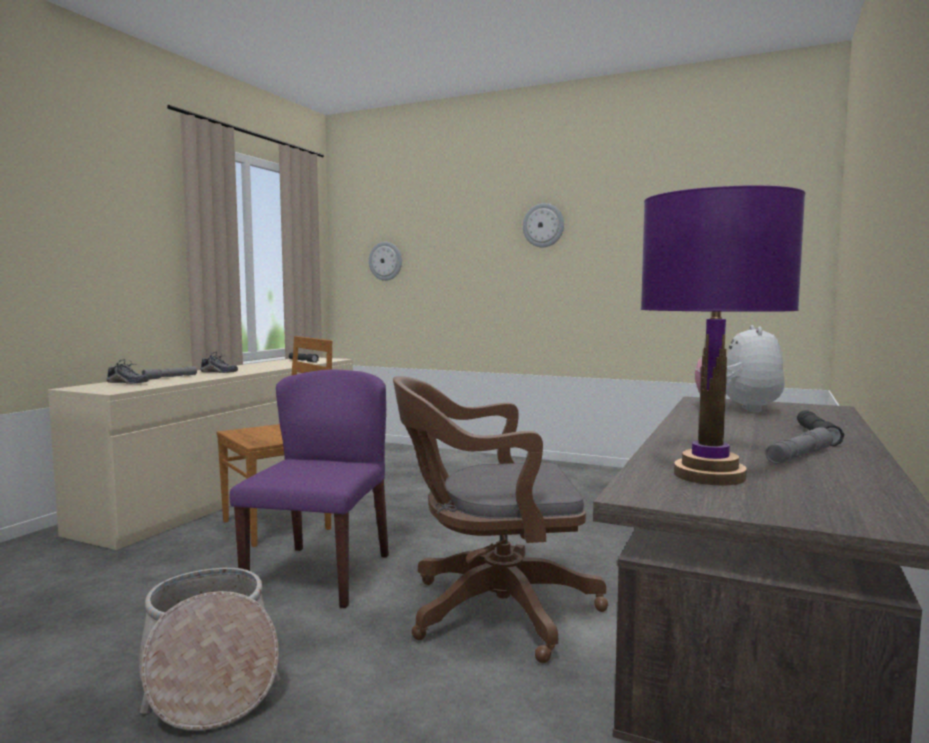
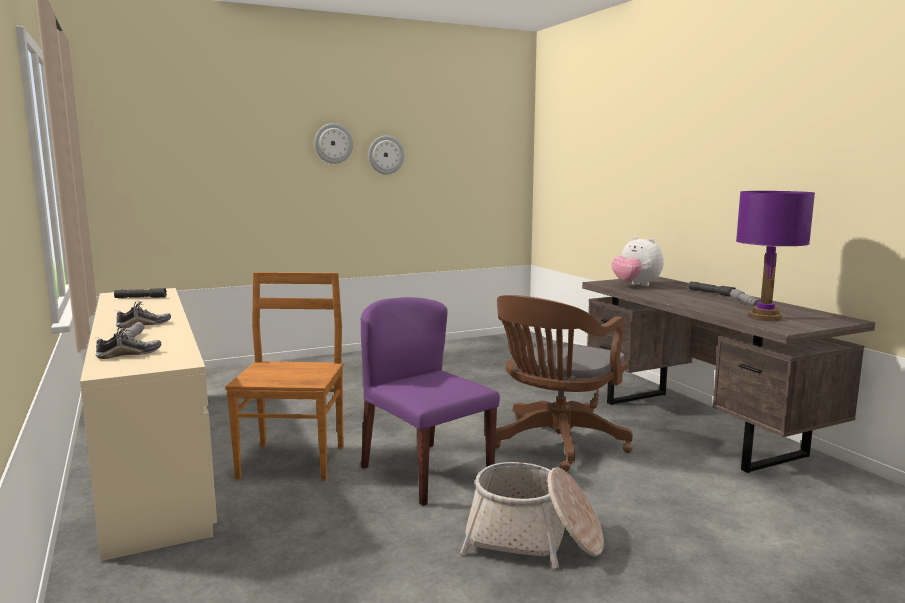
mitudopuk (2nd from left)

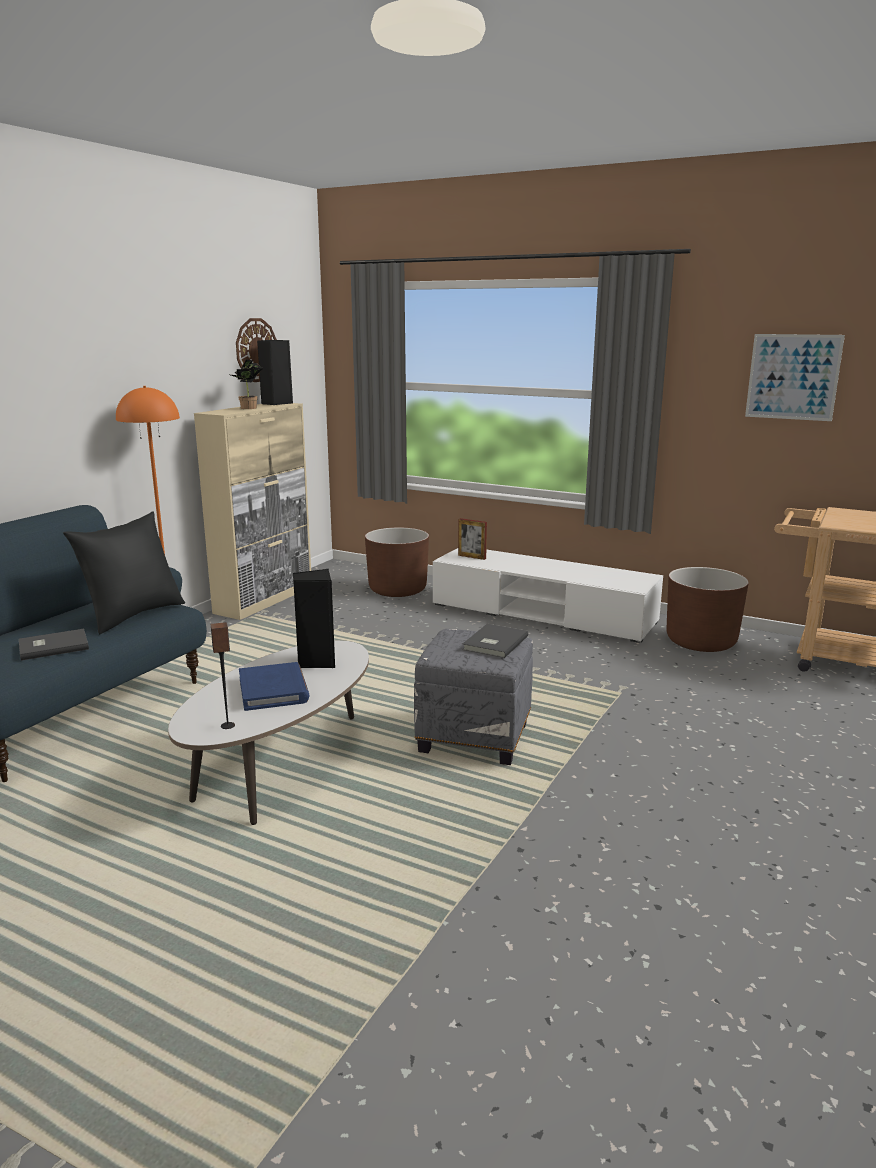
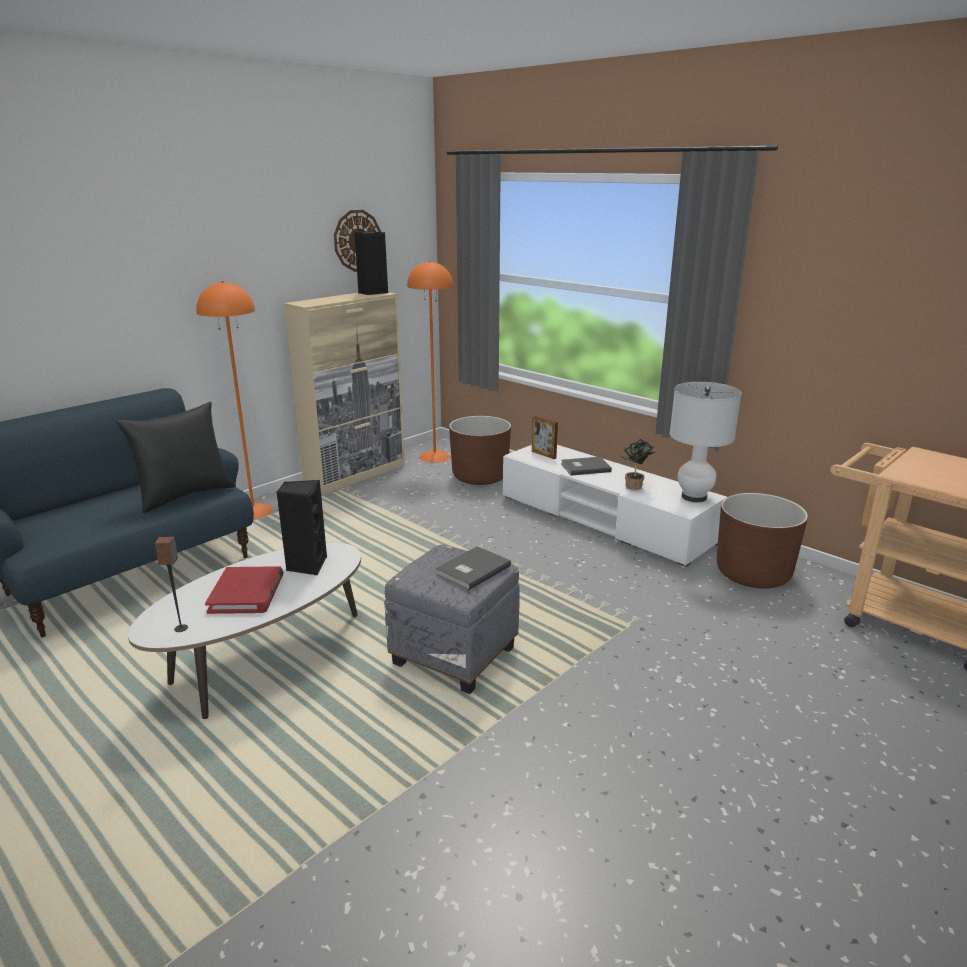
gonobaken; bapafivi; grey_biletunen (2nd from left); red_biletunen; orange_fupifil (2nd from left); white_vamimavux

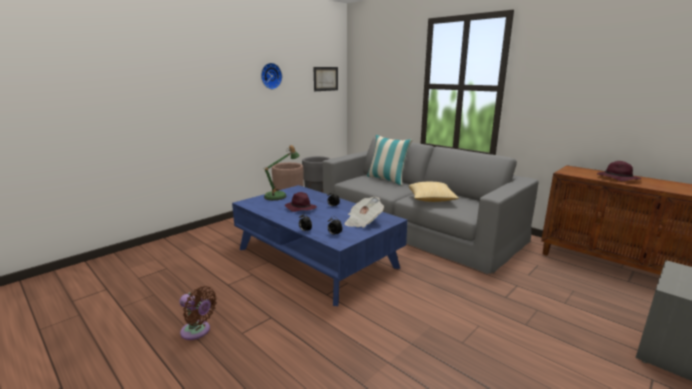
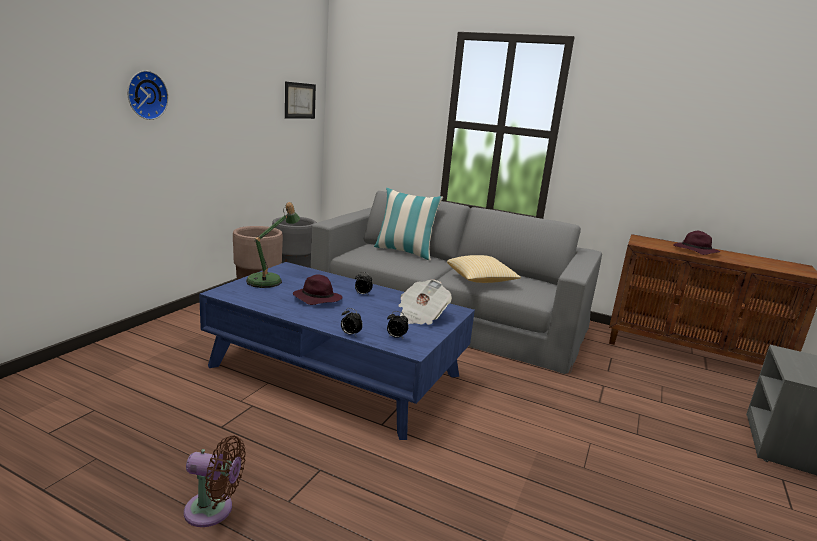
mitudopuk

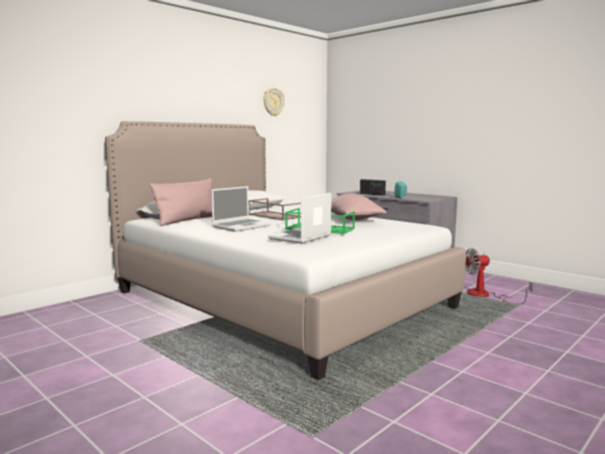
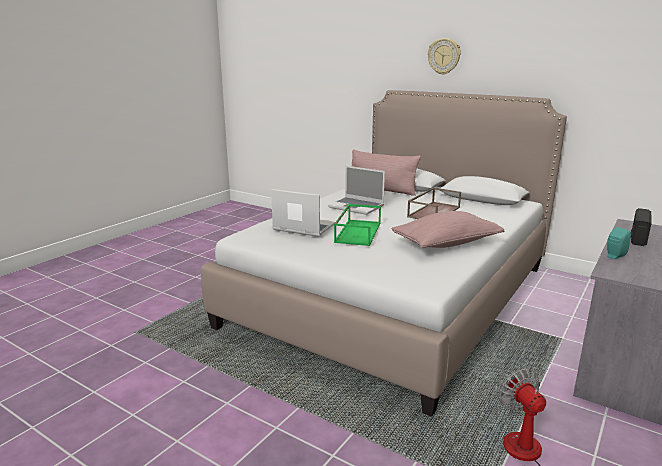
mitudopuk

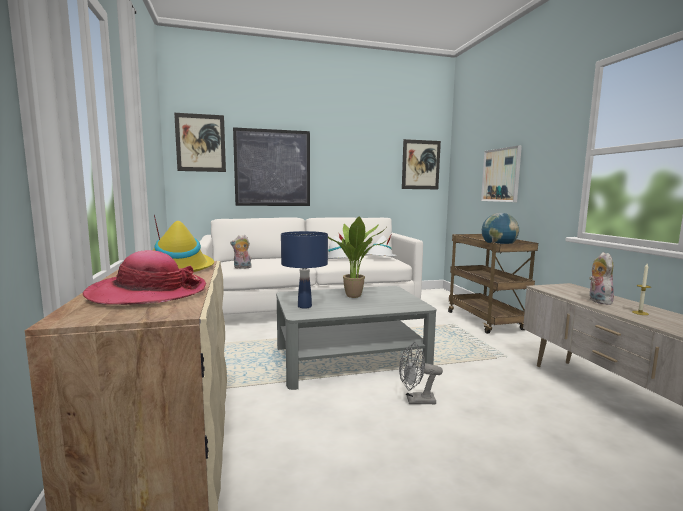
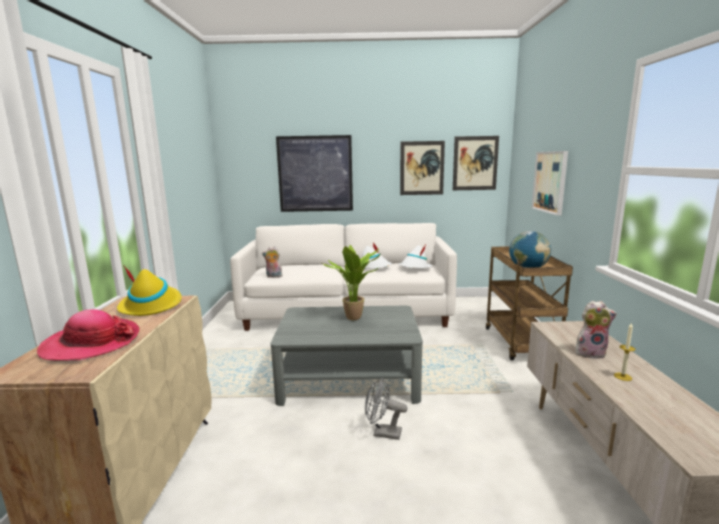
gonobaken (2nd from left); blue_vamimavux; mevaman (2nd from left)

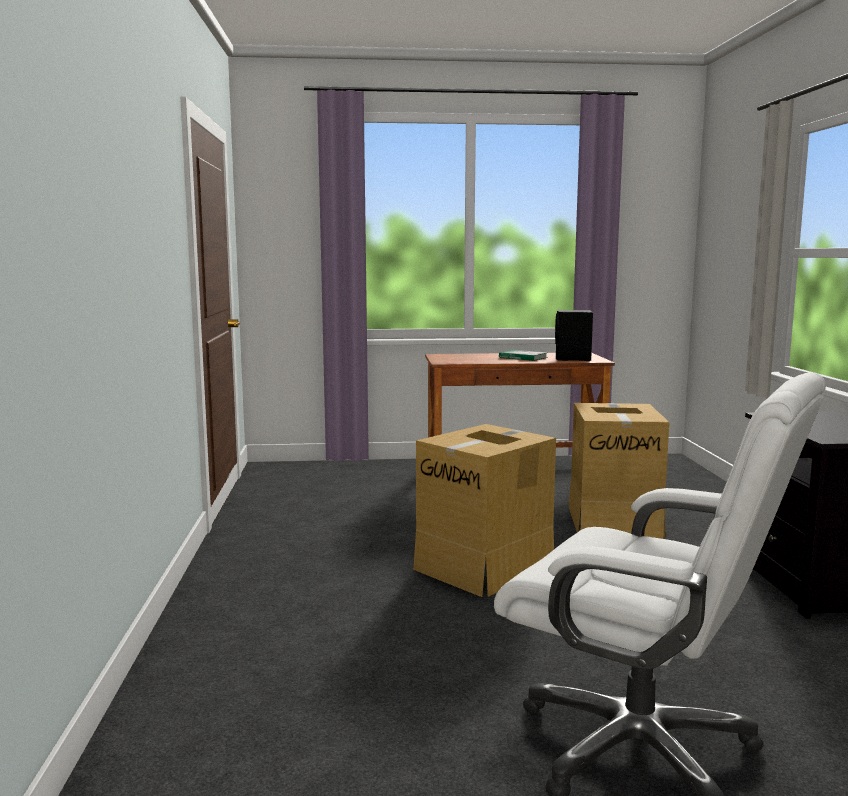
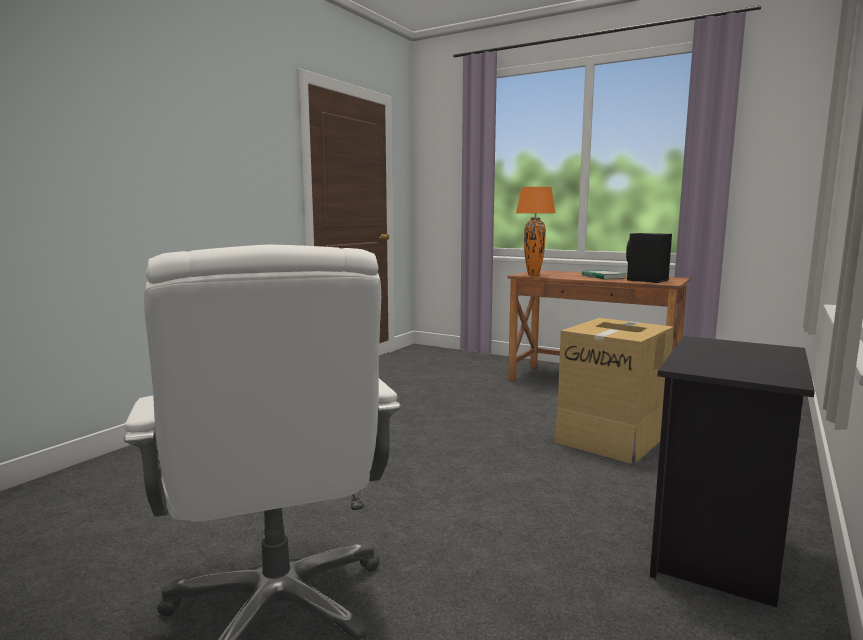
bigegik (1st from left in the first image); orange_vamimavux

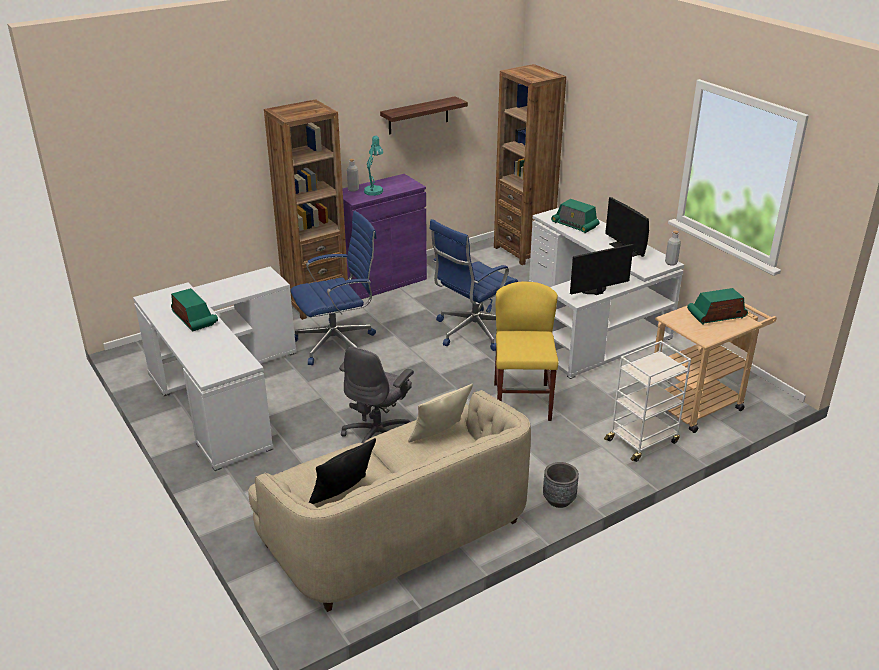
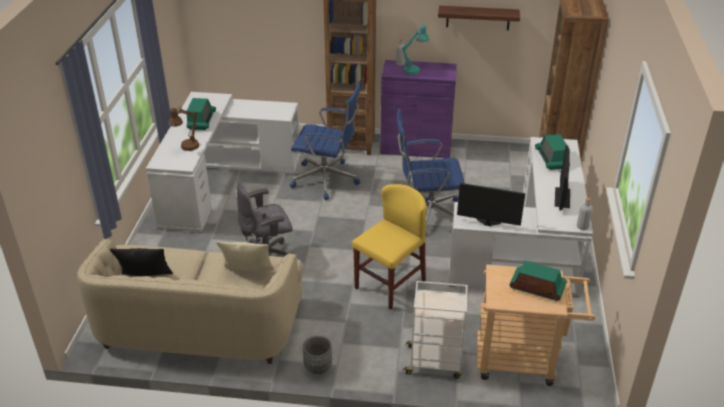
brown_vamimavux

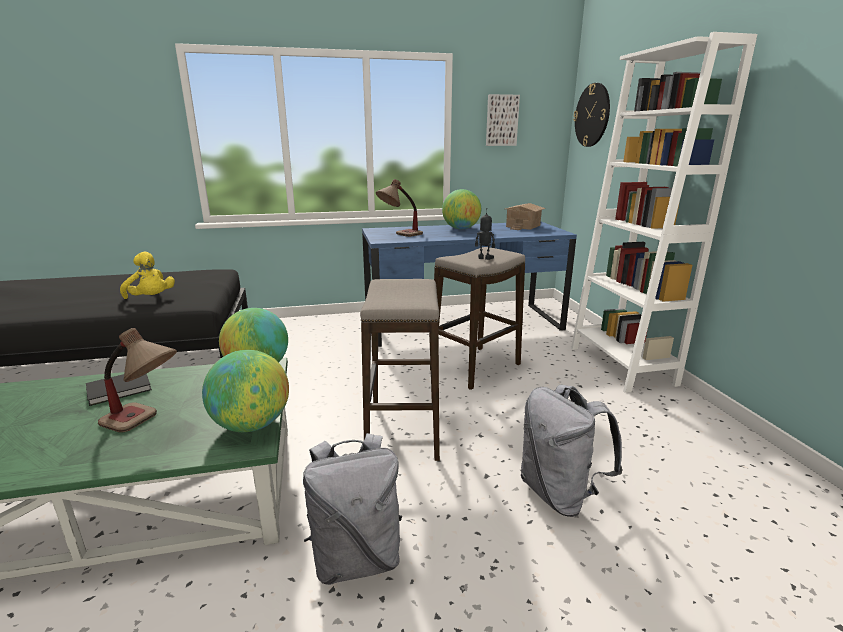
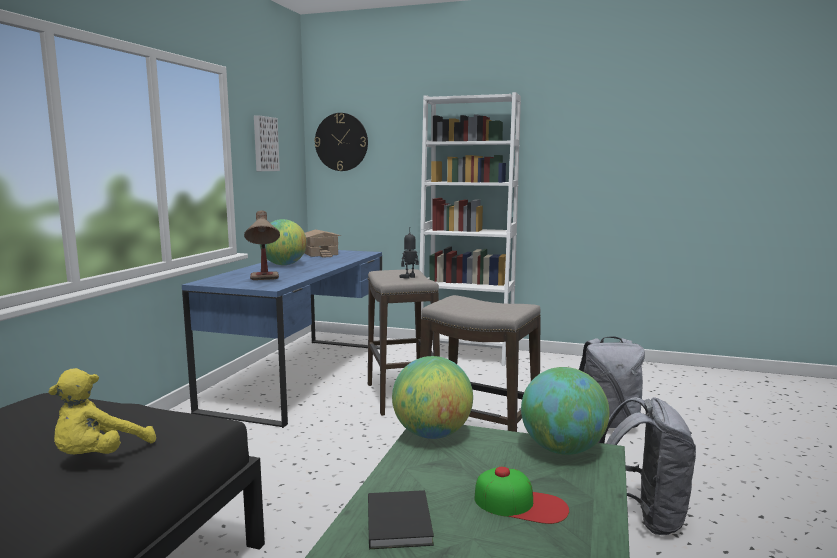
yellow_mevaman; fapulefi

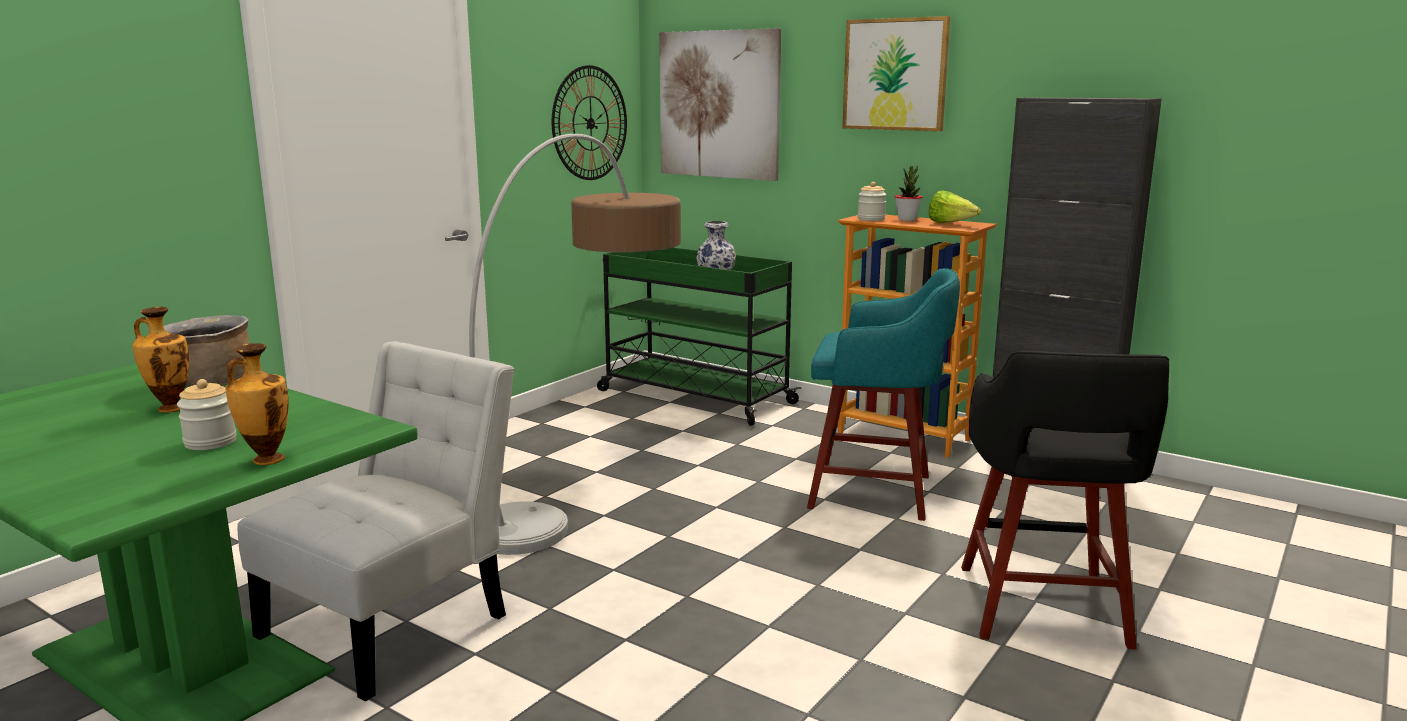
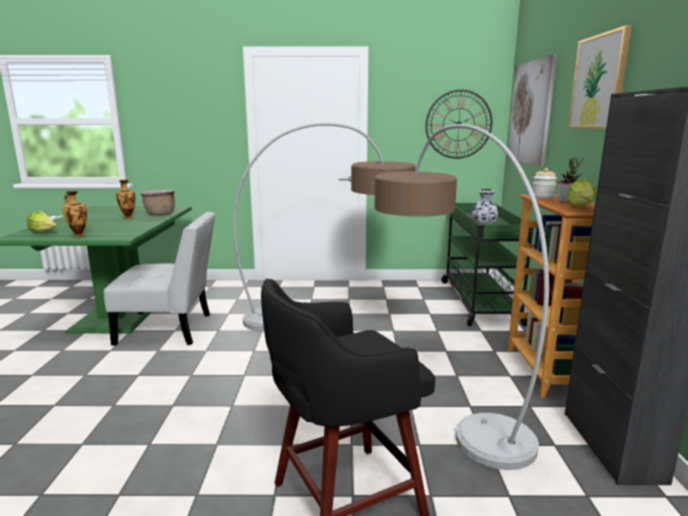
fupifil (2nd from left); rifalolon (1st from left in the first image); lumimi (1st from left)

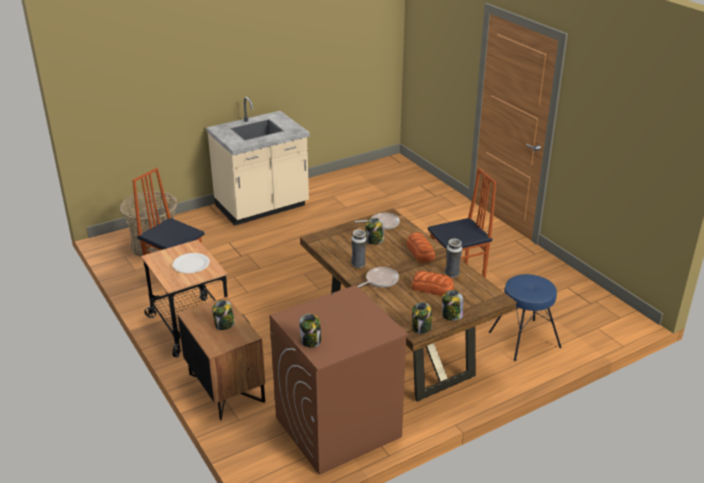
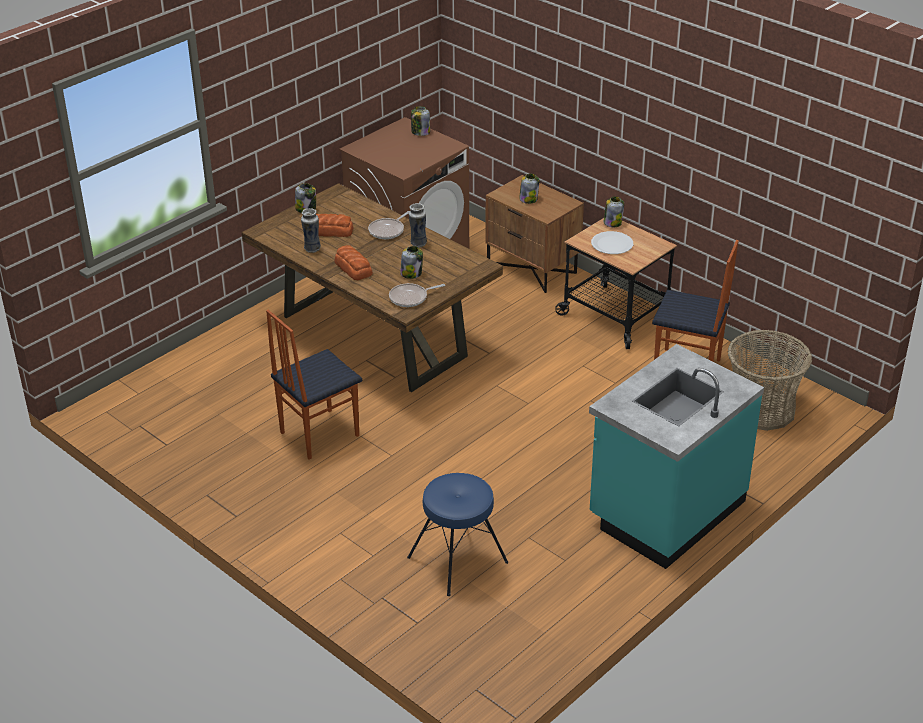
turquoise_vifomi; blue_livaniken; rifalolon (5th from left)

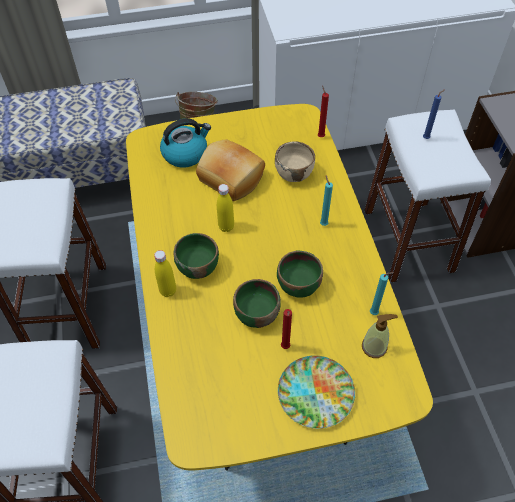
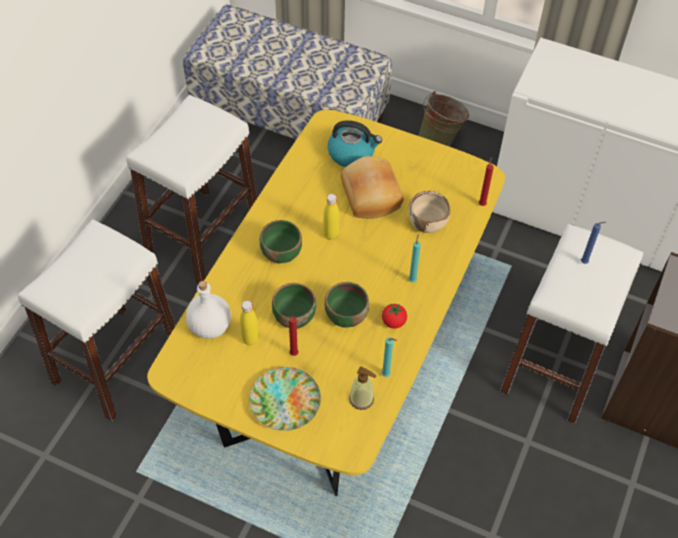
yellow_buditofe (1st from left); white_buditofe; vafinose

